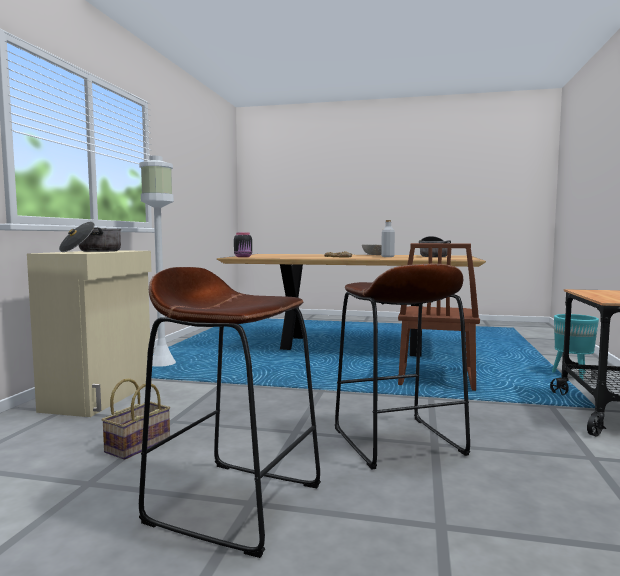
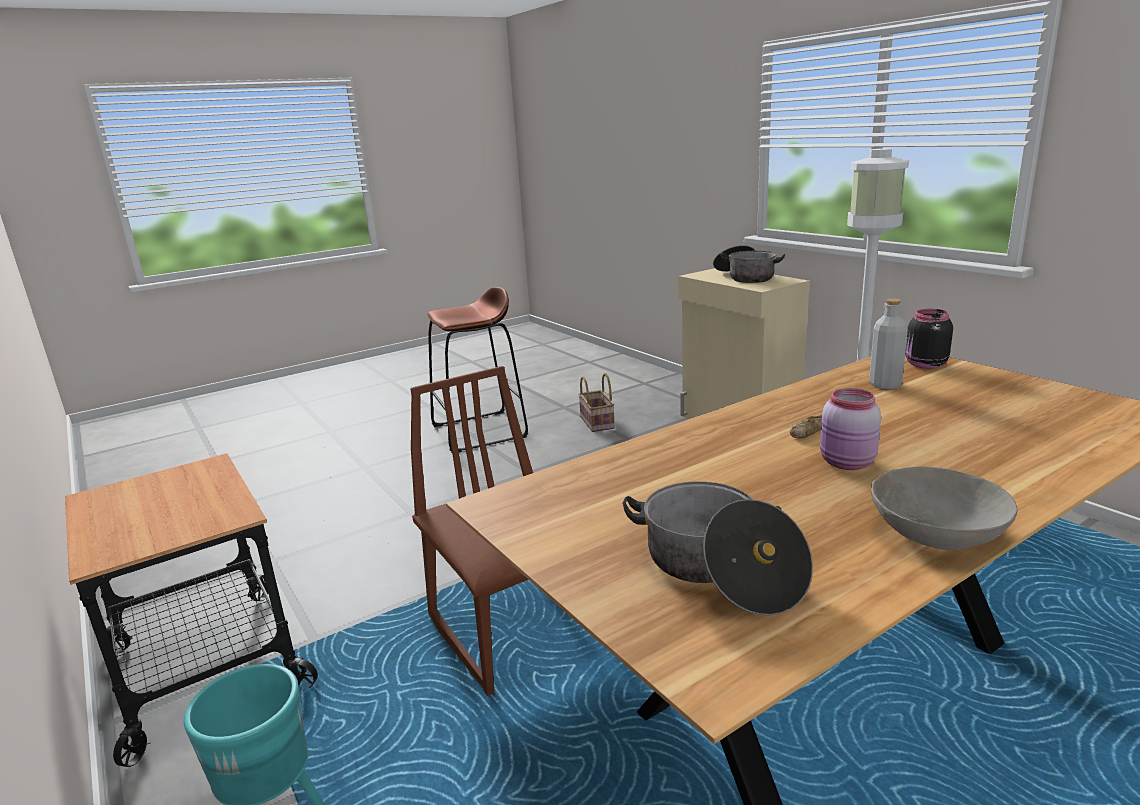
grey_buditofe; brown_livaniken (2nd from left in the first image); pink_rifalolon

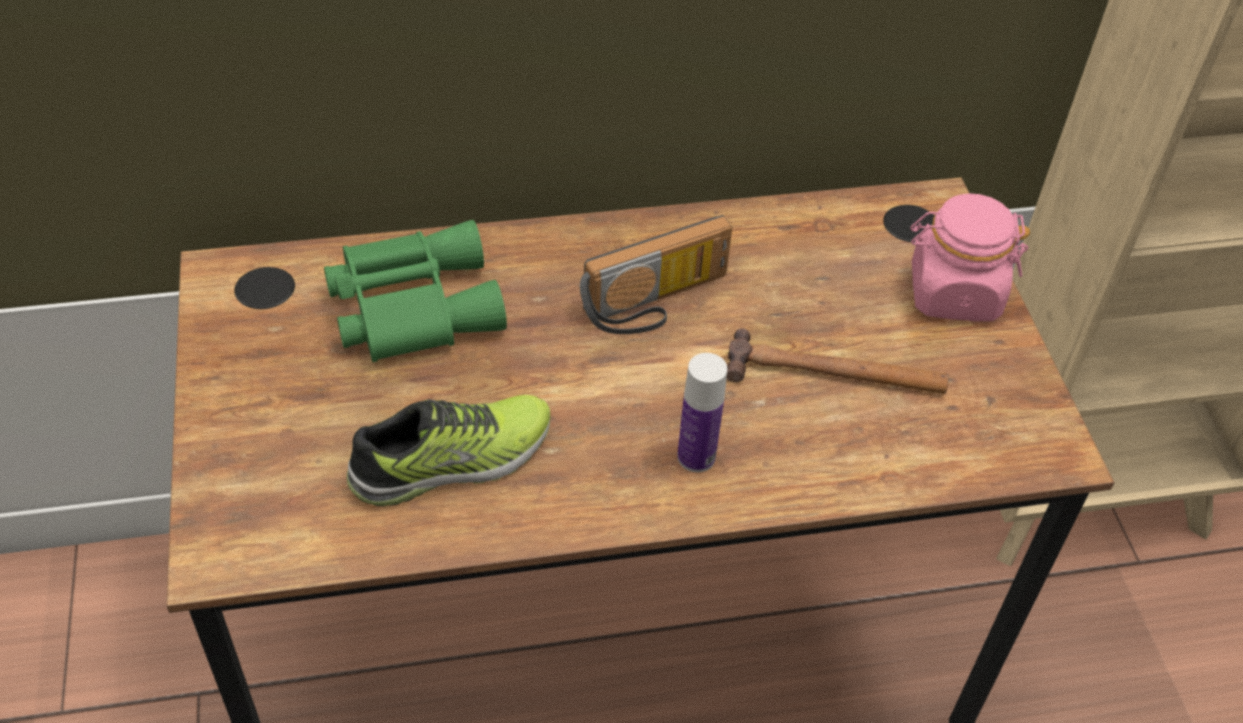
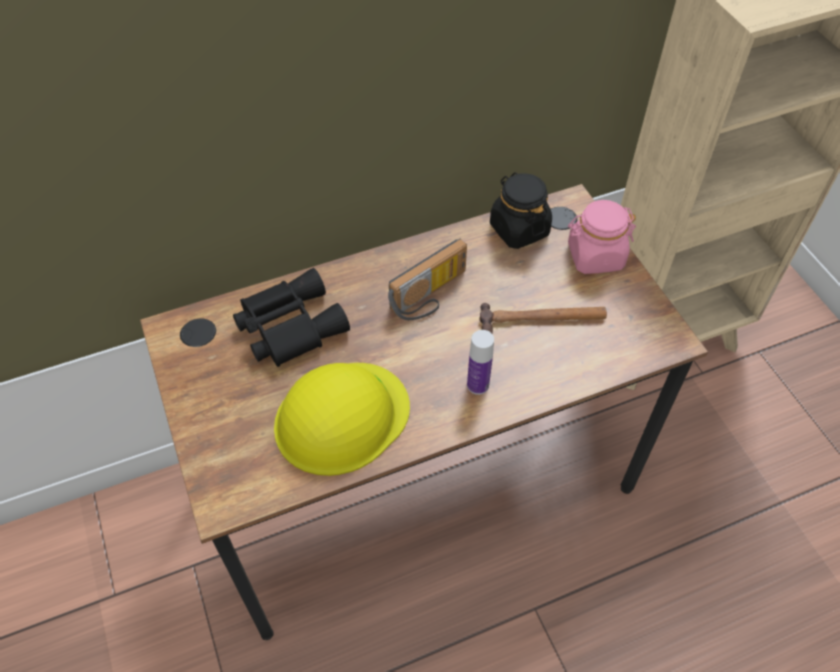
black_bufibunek; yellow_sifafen; black_rifalolon

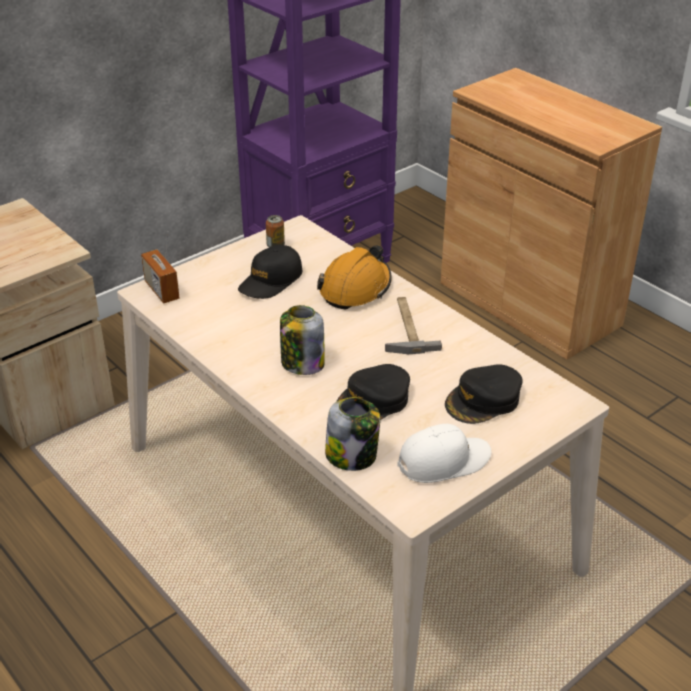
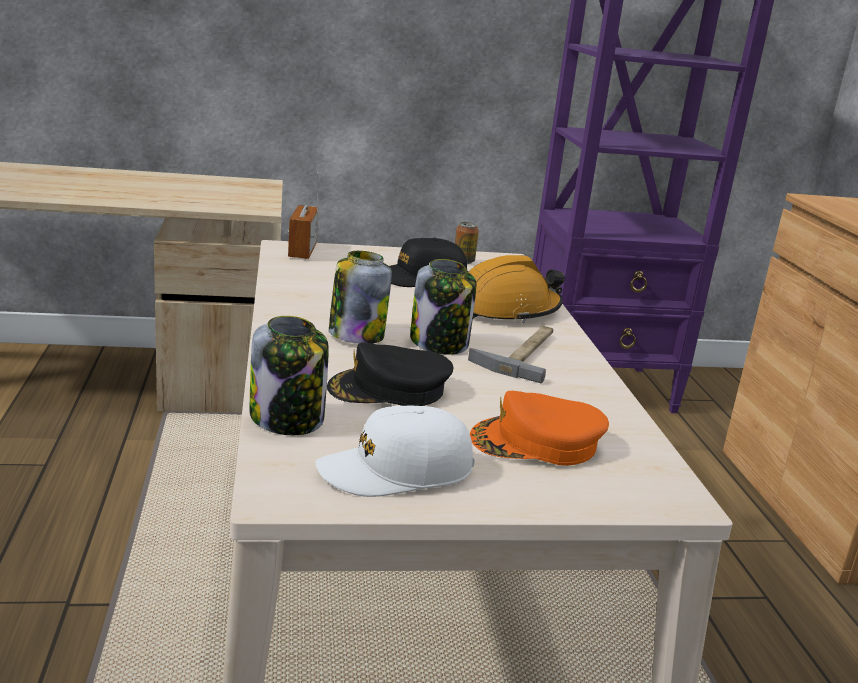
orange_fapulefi; white_fapulefi; rifalolon (3rd from left)

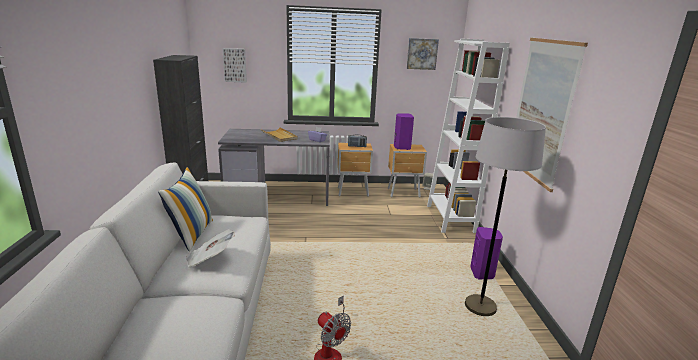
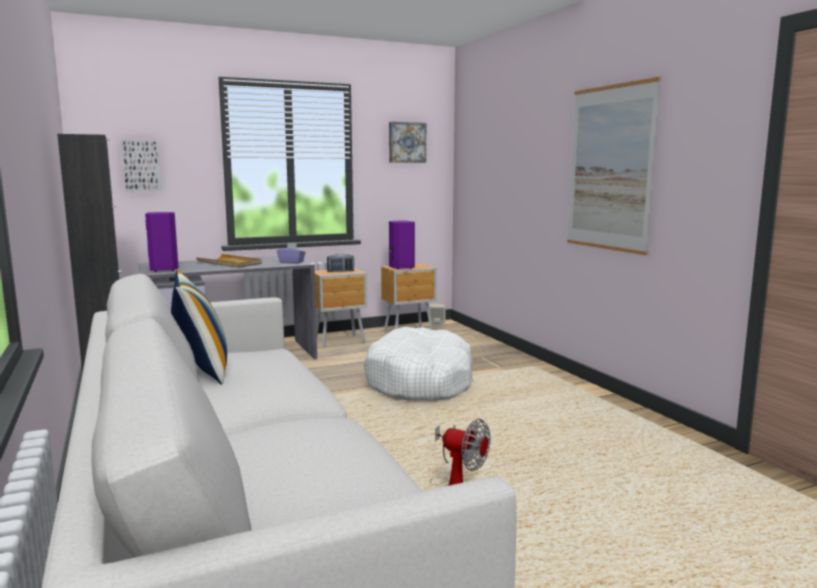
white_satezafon; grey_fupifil; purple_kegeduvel (1st from left); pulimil; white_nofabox

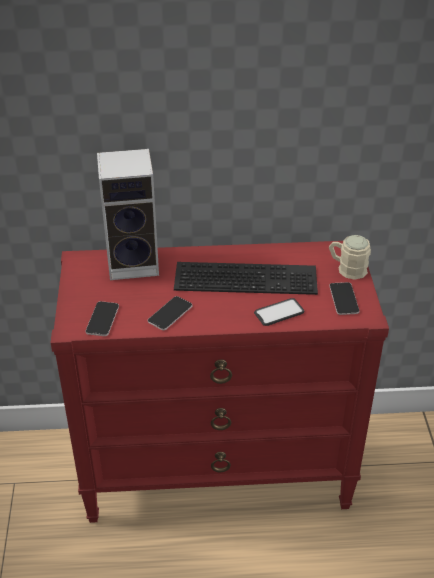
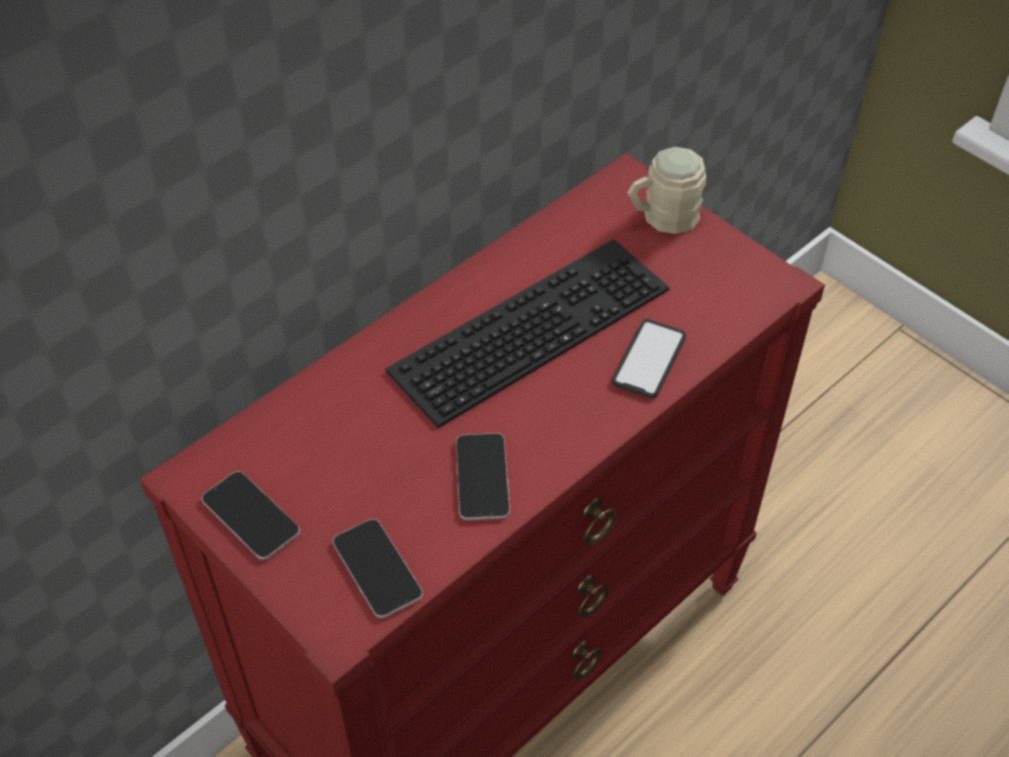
kegeduvel; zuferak (1st from left)

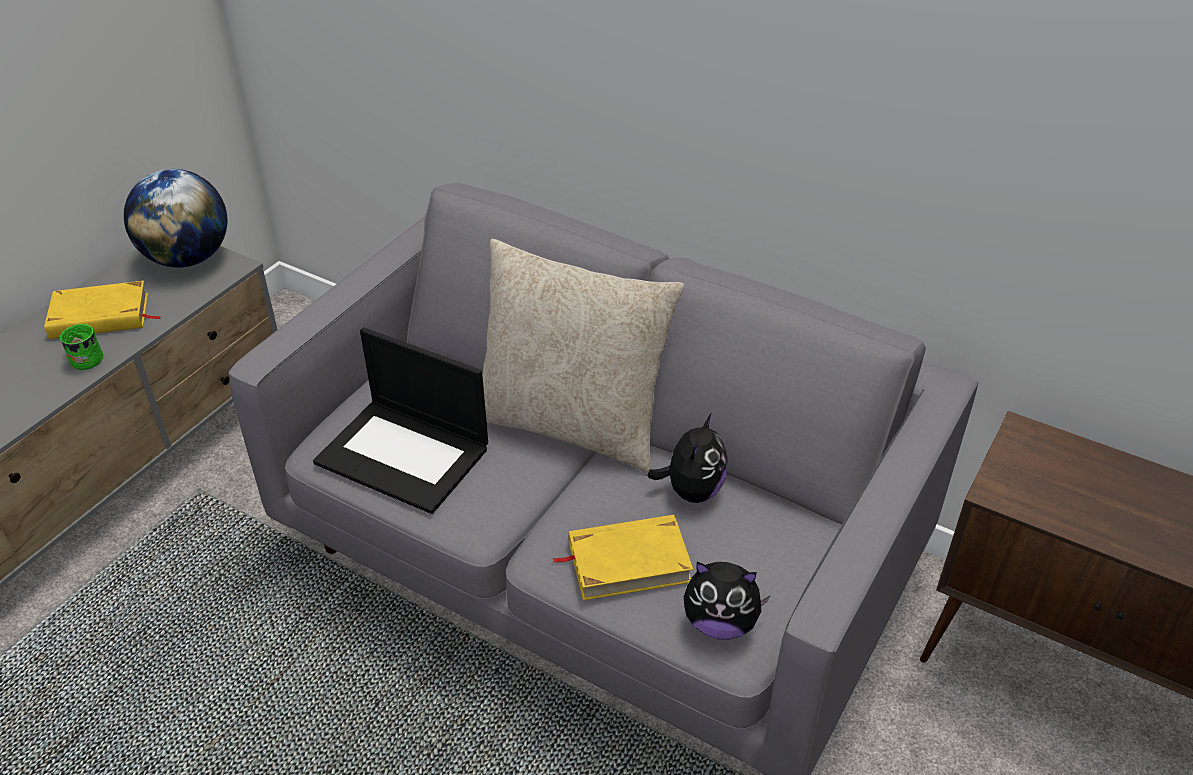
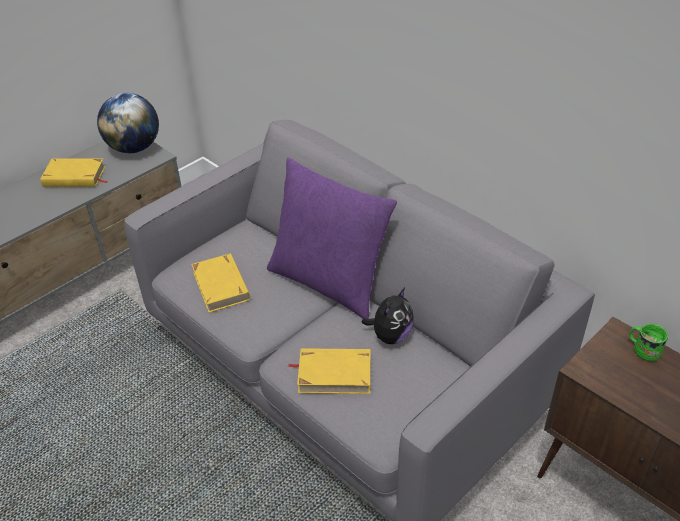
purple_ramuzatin; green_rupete; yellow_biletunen (2nd from left); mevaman (2nd from left in the first image)

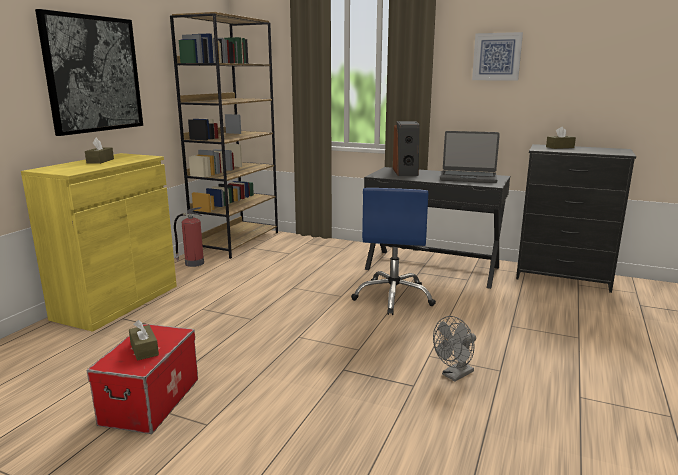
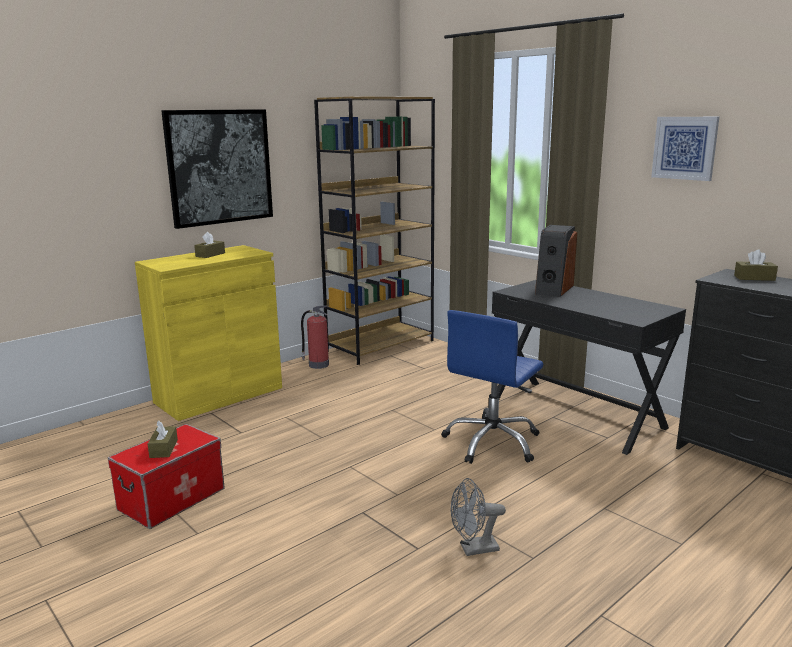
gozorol

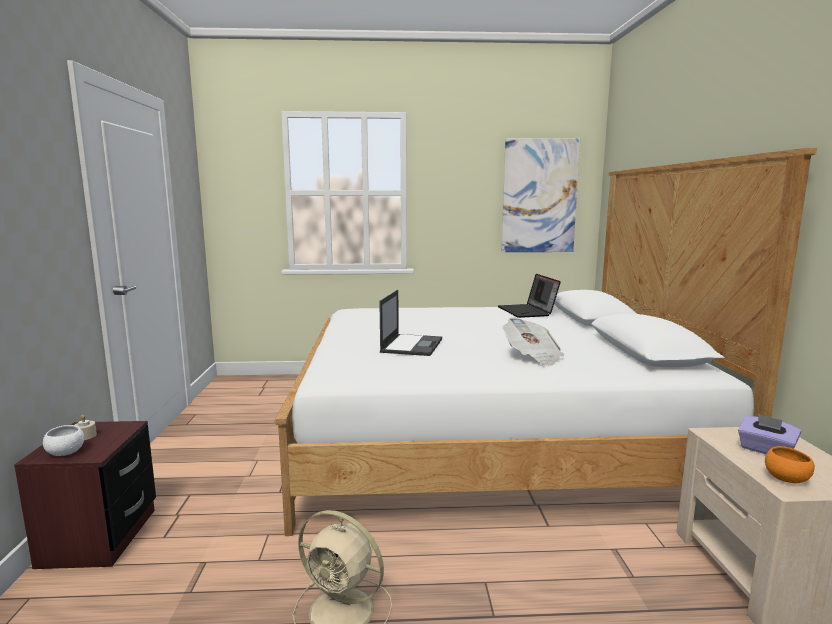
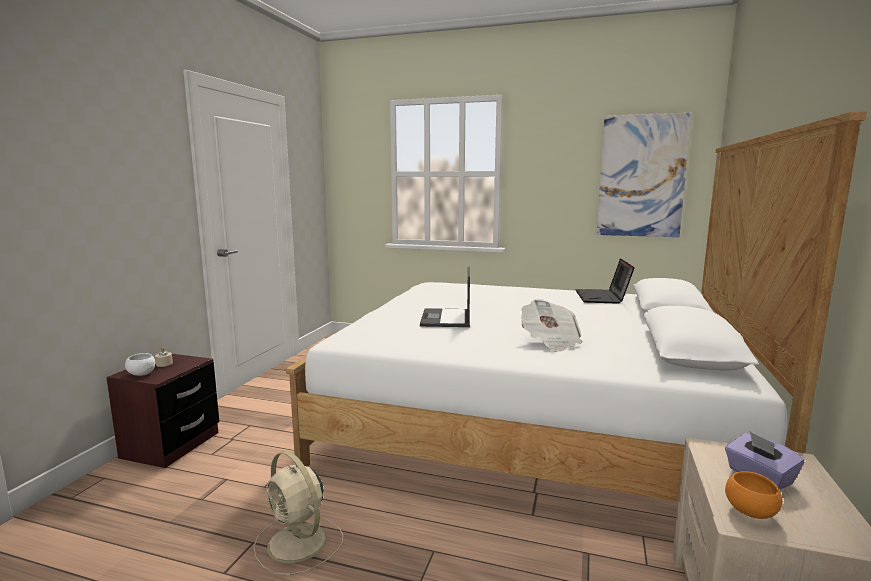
gozorol (1st from left)

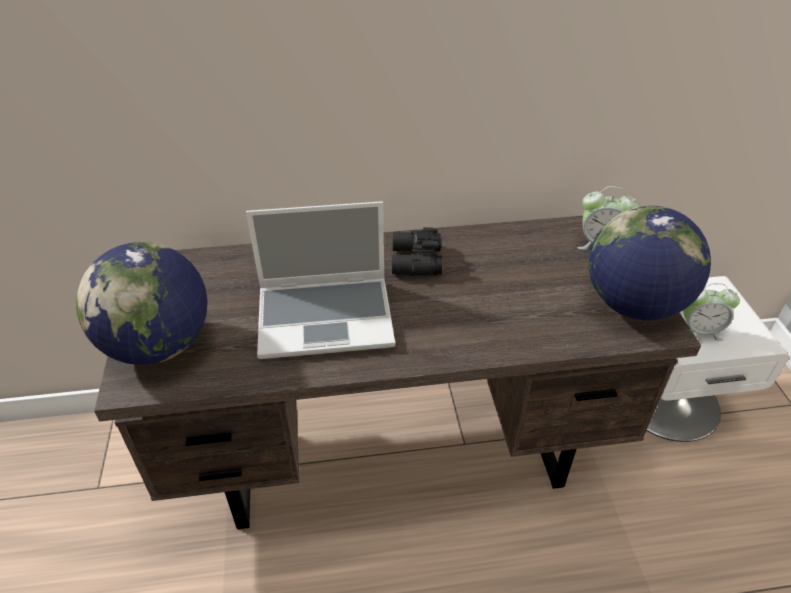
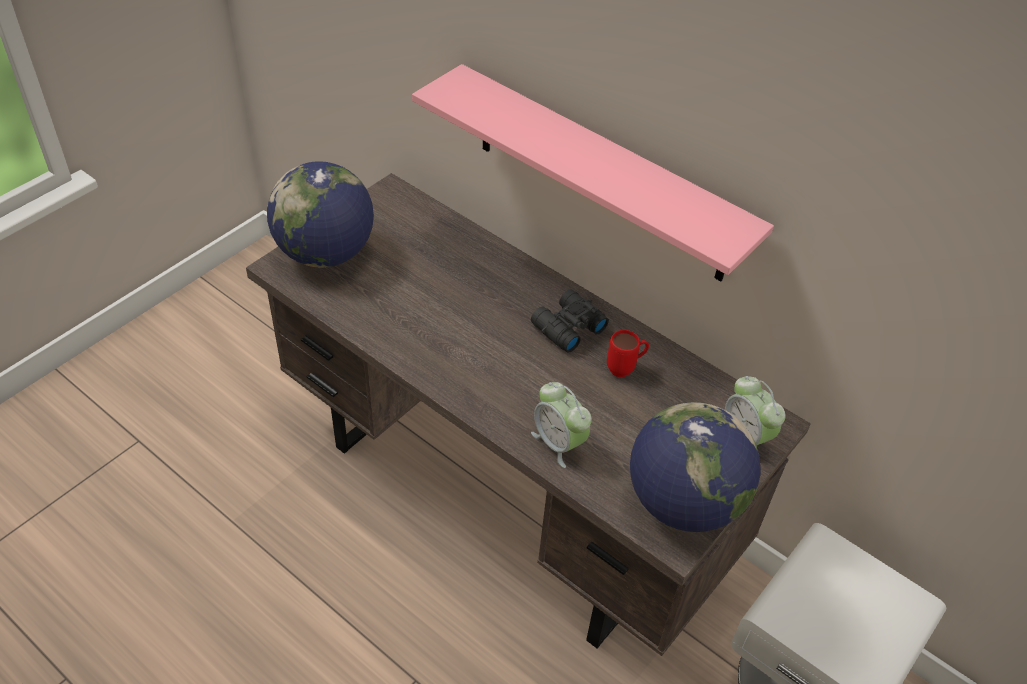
gozorol; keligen (1st from left); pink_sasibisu; red_rupete

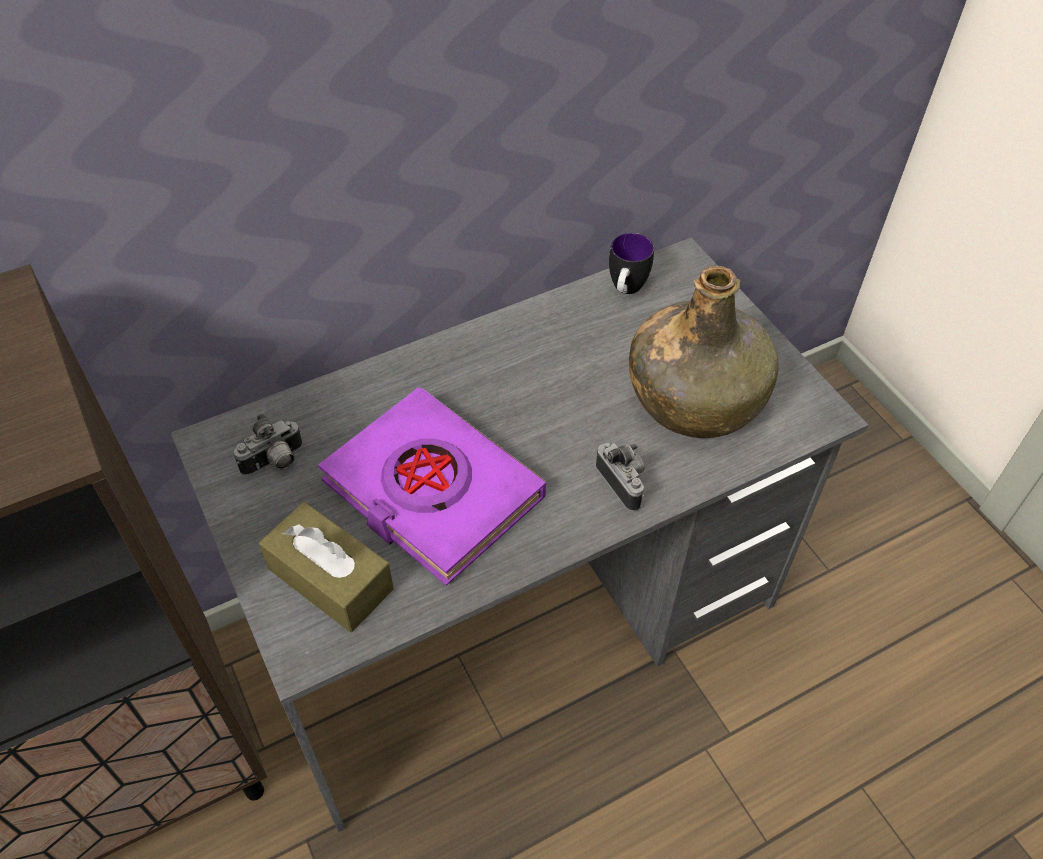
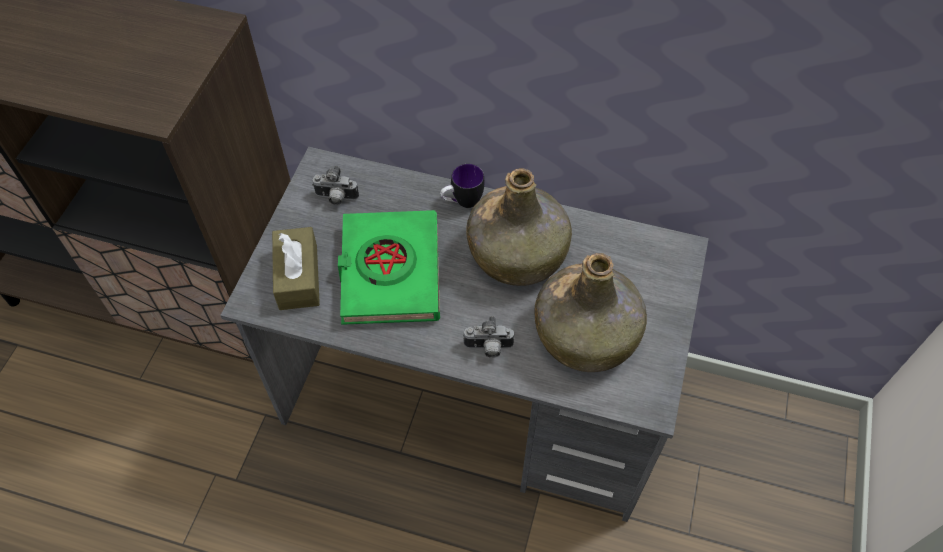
rupete; green_biletunen; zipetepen (2nd from left); green_buditofe (1st from left)

